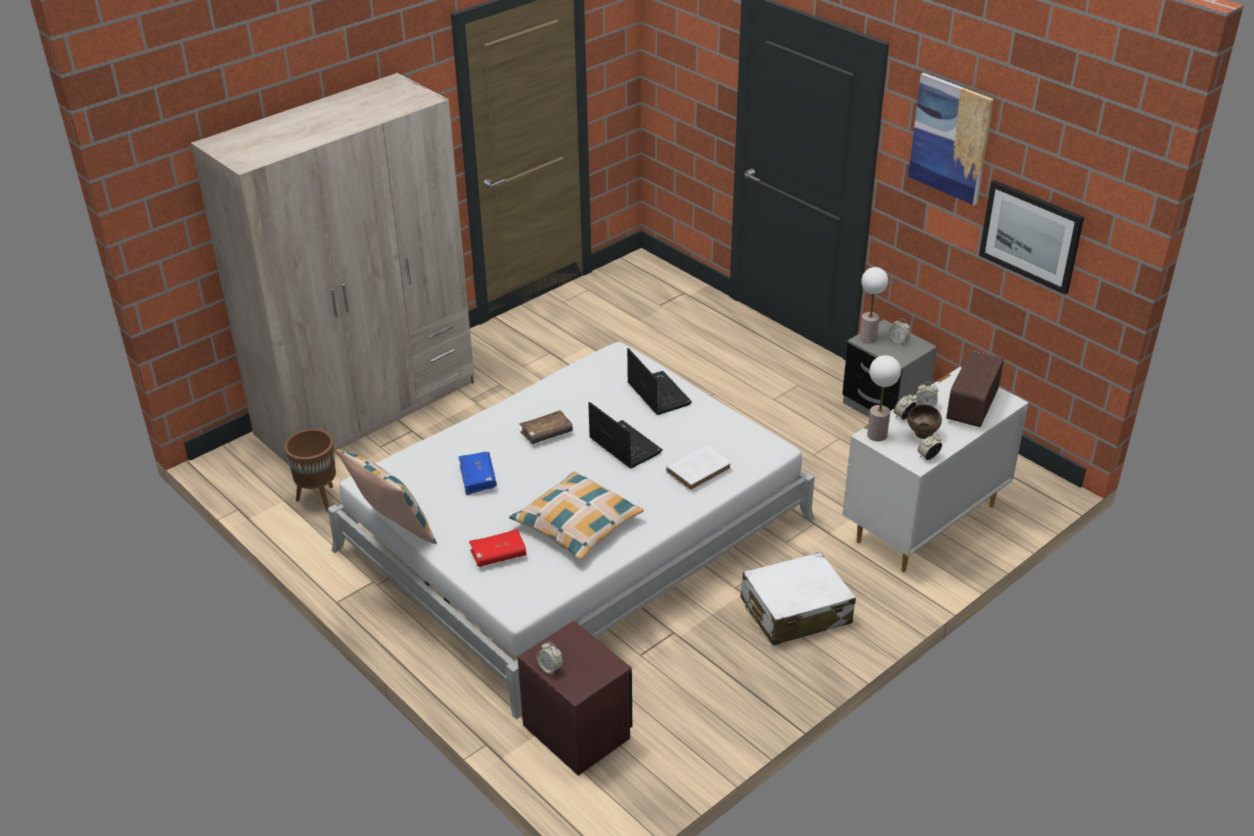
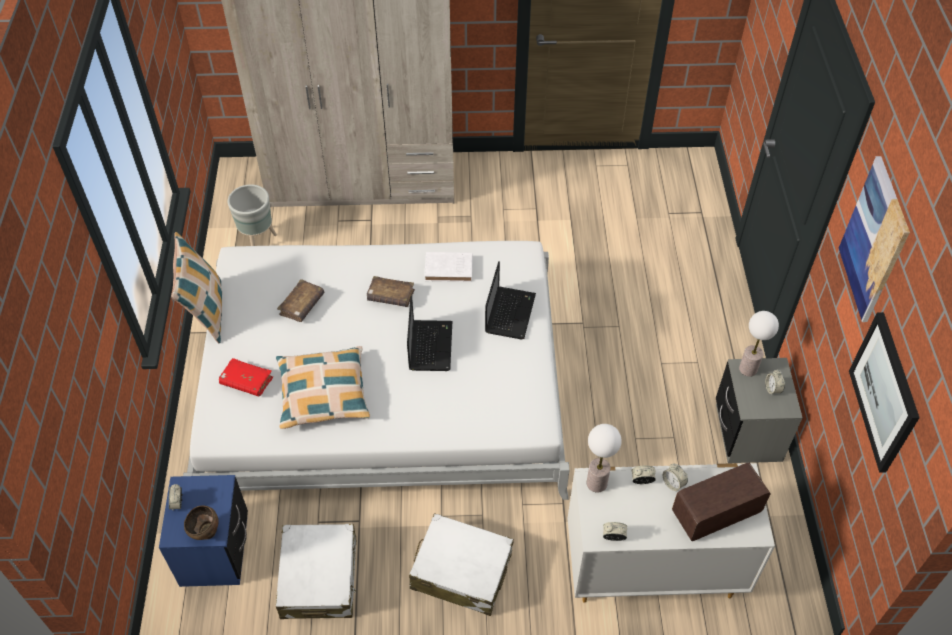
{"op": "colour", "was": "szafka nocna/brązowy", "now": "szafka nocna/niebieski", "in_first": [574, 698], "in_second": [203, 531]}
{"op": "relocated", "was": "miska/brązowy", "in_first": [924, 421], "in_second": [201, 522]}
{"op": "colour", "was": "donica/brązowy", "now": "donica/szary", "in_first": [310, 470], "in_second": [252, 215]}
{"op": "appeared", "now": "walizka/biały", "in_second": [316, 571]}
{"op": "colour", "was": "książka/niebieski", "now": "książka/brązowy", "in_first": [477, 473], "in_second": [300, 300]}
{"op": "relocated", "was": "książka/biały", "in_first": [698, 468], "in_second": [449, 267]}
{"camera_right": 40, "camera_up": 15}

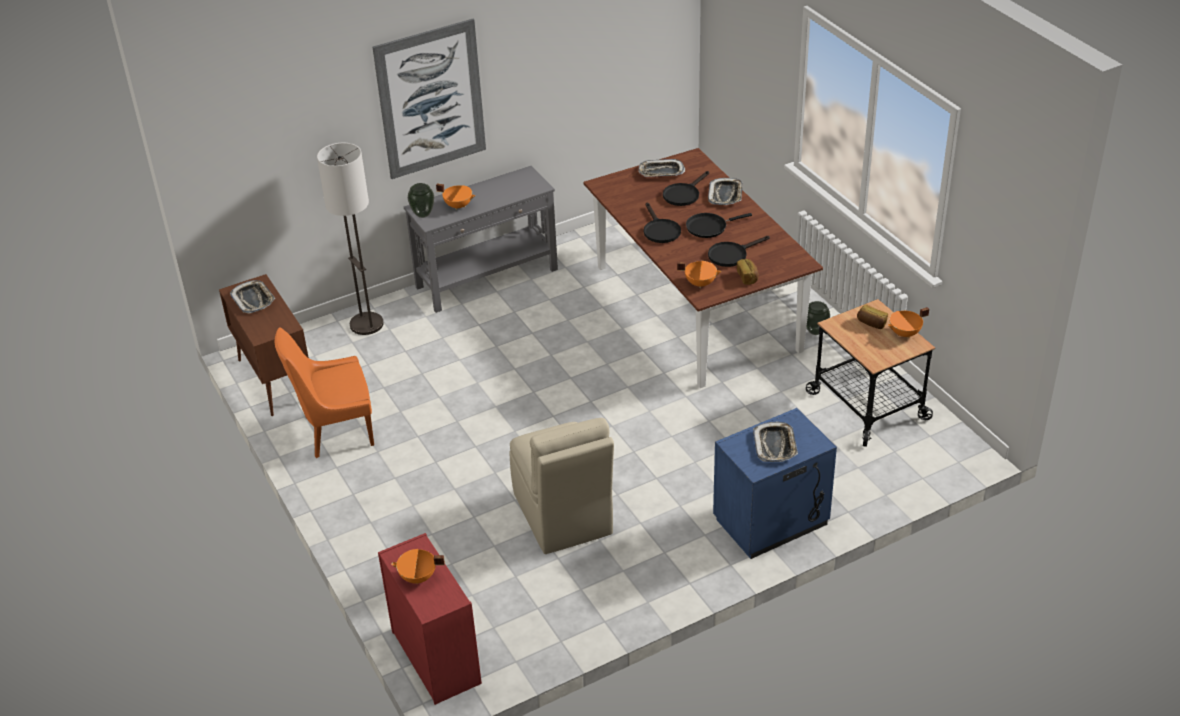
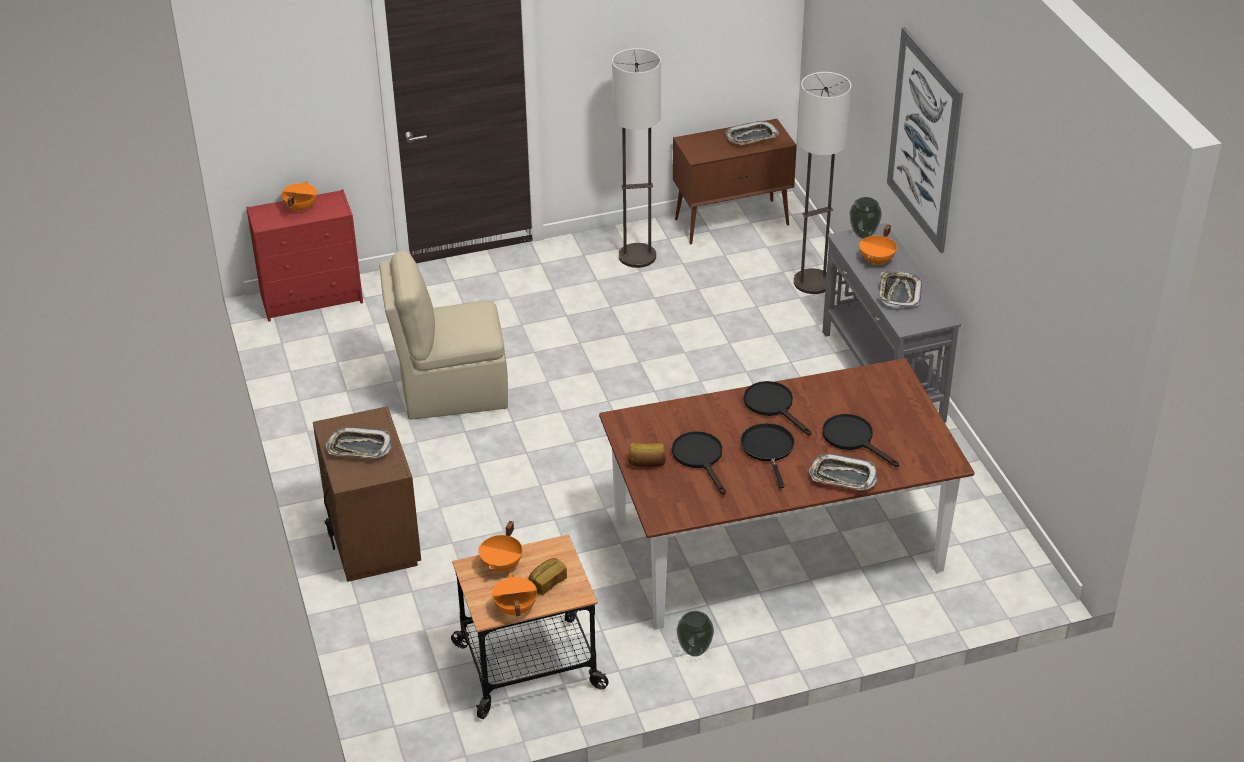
{"op": "colour", "was": "szafka nocna/niebieski", "now": "szafka nocna/brązowy", "in_first": [775, 483], "in_second": [367, 494]}
{"op": "relocated", "was": "garnek/pomarańczowy", "in_first": [699, 274], "in_second": [500, 547]}
{"op": "exchanged", "was": "krzesło/pomarańczowy", "now": "lampa stojąca", "in_first": [324, 392], "in_second": [636, 158]}
{"op": "spun", "was": "patelnia/czarny", "in_first": [662, 223], "in_second": [778, 408], "clockwise": 60}
{"op": "relocated", "was": "taca", "in_first": [661, 168], "in_second": [900, 289]}
{"camera_right": 100, "camera_up": 0}

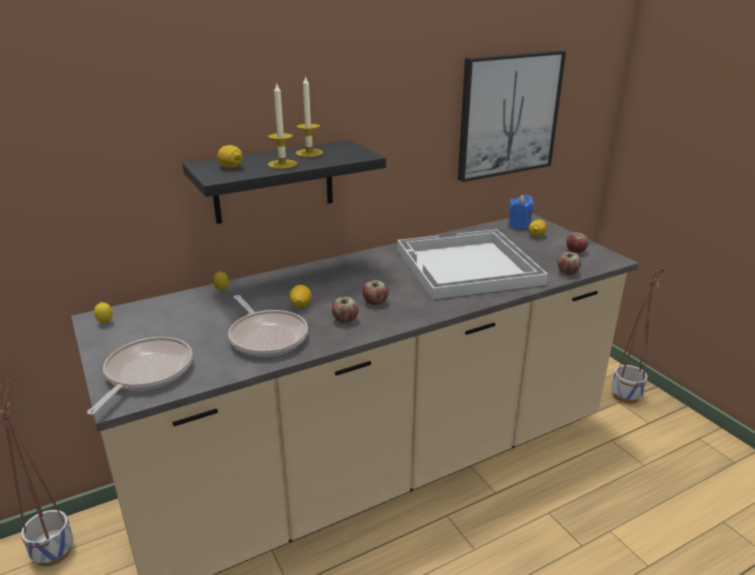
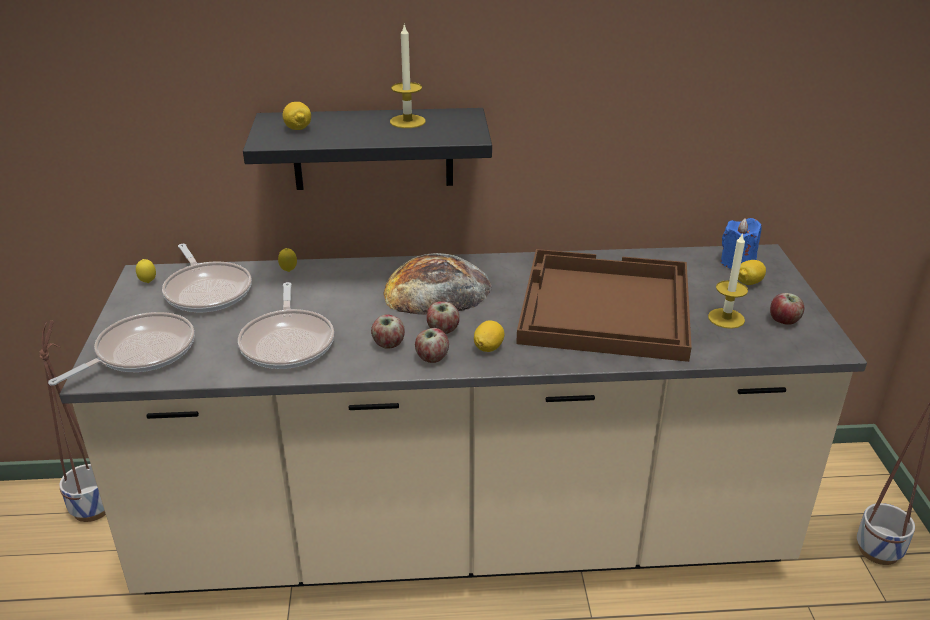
{"op": "appeared", "now": "patelnia", "in_second": [207, 278]}
{"op": "appeared", "now": "chleb", "in_second": [437, 284]}
{"op": "relocated", "was": "jabłko", "in_first": [569, 263], "in_second": [432, 345]}
{"op": "relocated", "was": "cytryna", "in_first": [300, 296], "in_second": [489, 336]}
{"op": "colour", "was": "taca/biały", "now": "taca/brązowy", "in_first": [472, 264], "in_second": [604, 305]}
{"op": "relocated", "was": "świeca", "in_first": [282, 126], "in_second": [728, 280]}
{"op": "missing", "was": "obraz", "in_first": [512, 116]}
{"camera_right": 25, "camera_up": 5}

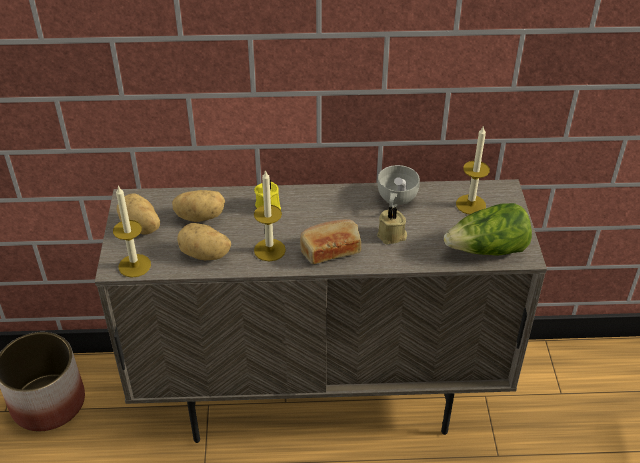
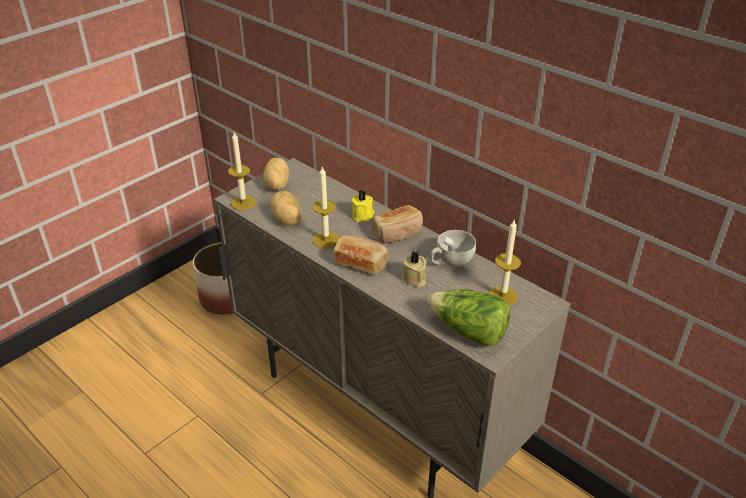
{"op": "appeared", "now": "chleb", "in_second": [397, 224]}
{"op": "missing", "was": "ziemniak", "in_first": [198, 206]}
{"camera_right": 45, "camera_up": -5}

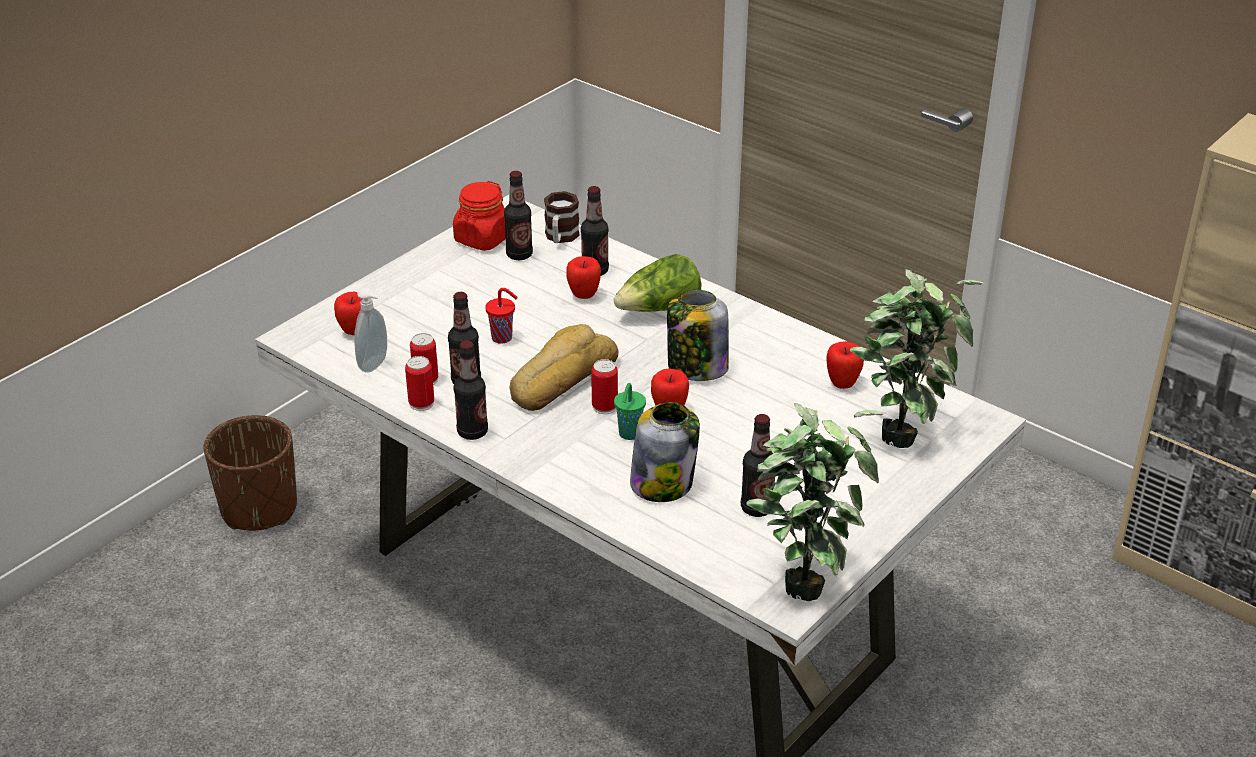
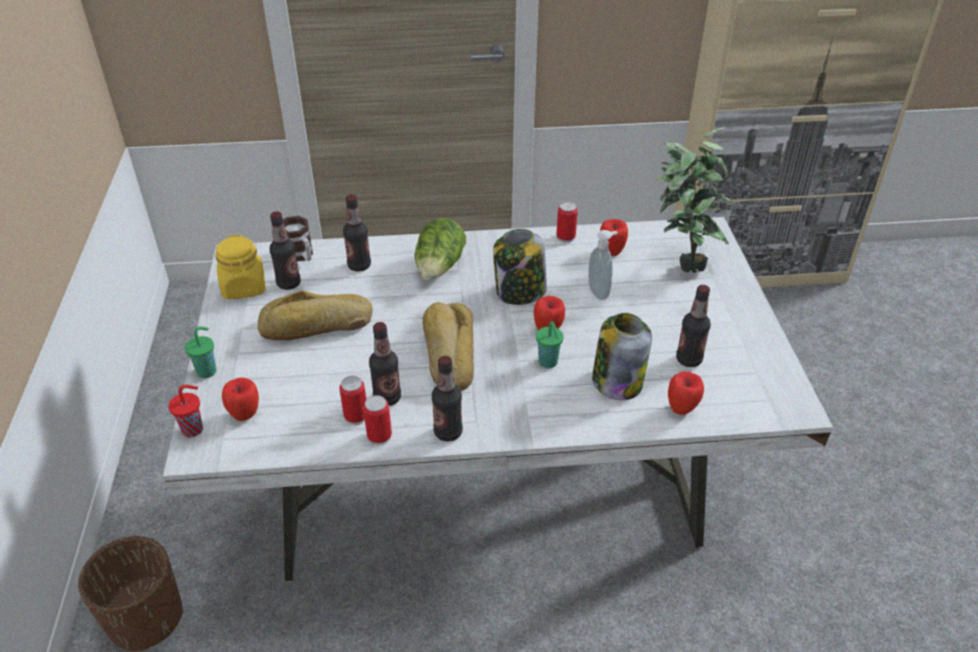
{"op": "relocated", "was": "filiżanka/czerwony", "in_first": [501, 316], "in_second": [185, 411]}
{"op": "appeared", "now": "filiżanka/zielony", "in_second": [200, 352]}
{"op": "colour", "was": "słoik/czerwony", "now": "słoik/żółty", "in_first": [479, 216], "in_second": [240, 266]}
{"op": "appeared", "now": "chleb", "in_second": [315, 315]}
{"op": "relocated", "was": "puszka", "in_first": [604, 386], "in_second": [567, 222]}
{"op": "relocated", "was": "dozownik mydła", "in_first": [370, 330], "in_second": [603, 265]}
{"op": "relocated", "was": "jabłko", "in_first": [584, 277], "in_second": [686, 393]}
{"op": "missing", "was": "roślina doniczkowa", "in_first": [816, 502]}
{"camera_right": -45, "camera_up": 5}

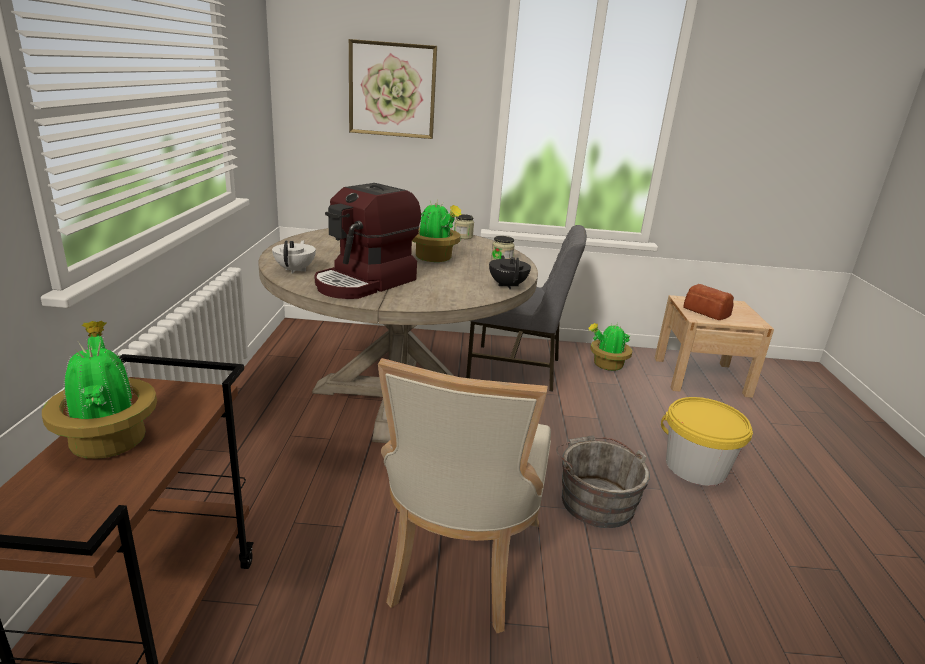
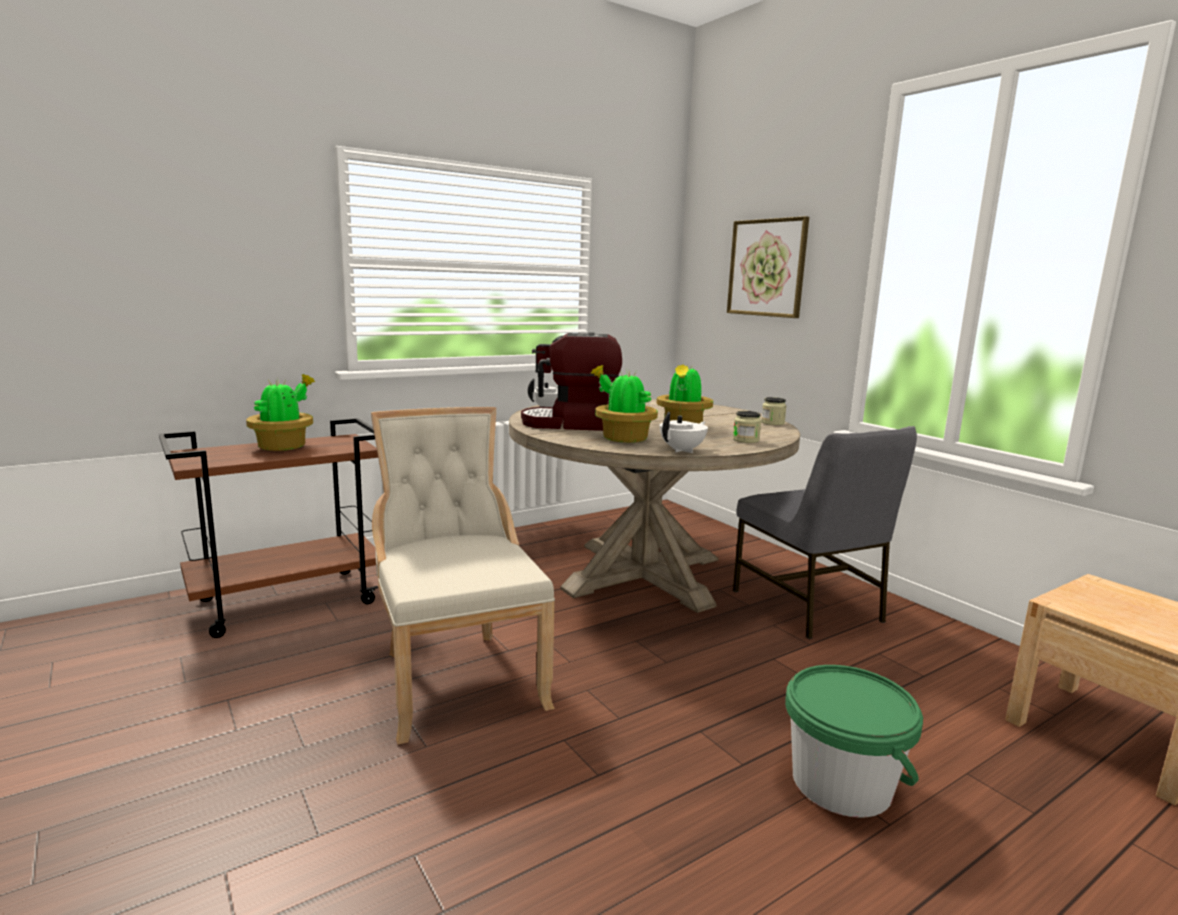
{"op": "spun", "was": "krzesło/beżowy", "in_first": [464, 495], "in_second": [463, 576], "clockwise": 90}
{"op": "relocated", "was": "roślina doniczkowa", "in_first": [610, 347], "in_second": [624, 404]}
{"op": "colour", "was": "imbryk/czarny", "now": "imbryk/biały", "in_first": [510, 272], "in_second": [684, 432]}
{"op": "colour", "was": "wiadro/żółty", "now": "wiadro/zielony", "in_first": [707, 441], "in_second": [854, 741]}
{"op": "missing", "was": "wiadro/szary", "in_first": [603, 482]}
{"op": "missing", "was": "chleb", "in_first": [708, 302]}
{"camera_right": 55, "camera_up": -10}

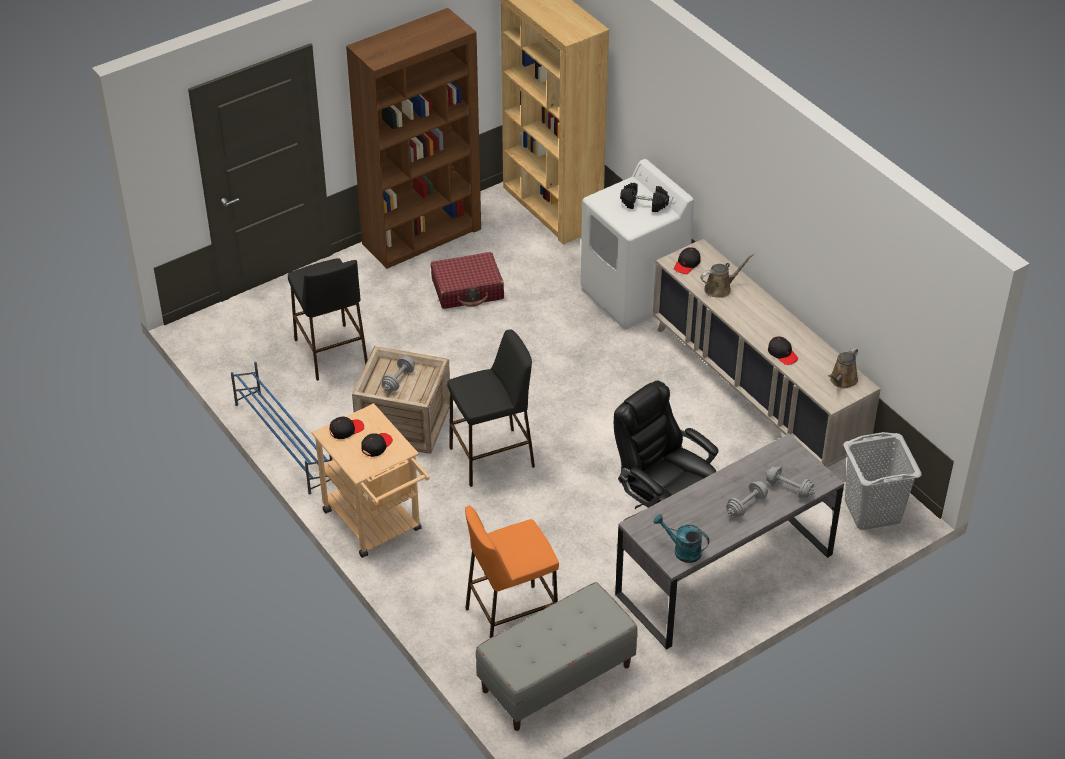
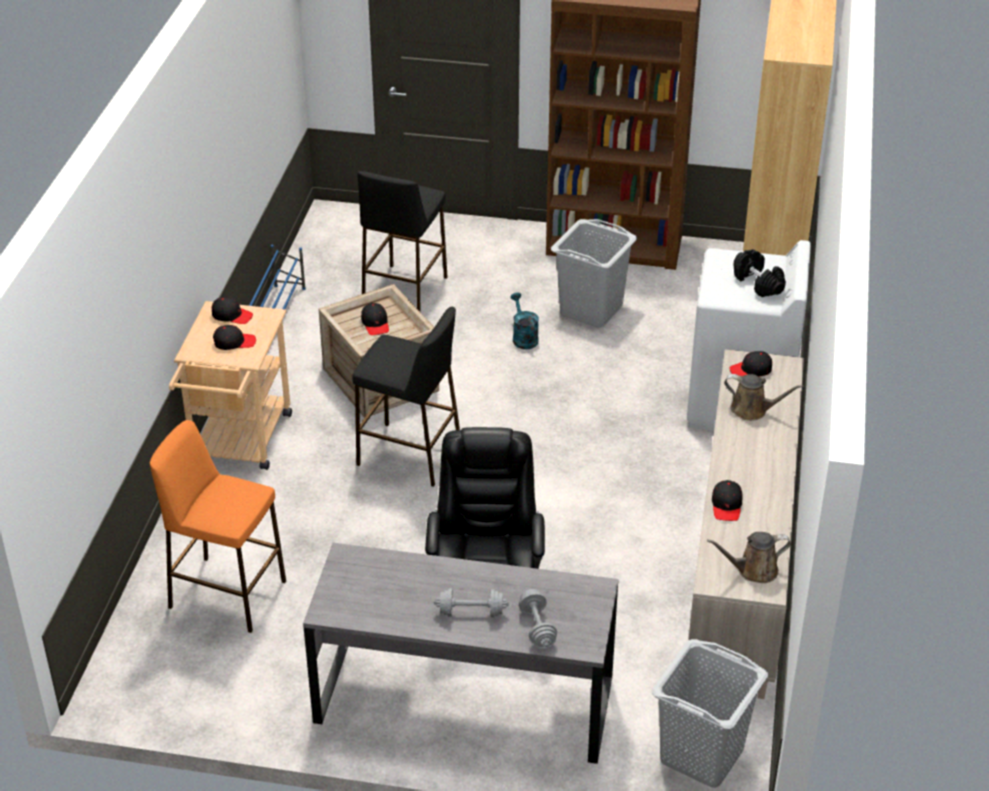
{"op": "exchanged", "was": "hantel/szary", "now": "czapka z daszkiem/czarny", "in_first": [398, 374], "in_second": [375, 319]}
{"op": "relocated", "was": "konewka/turkusowy", "in_first": [682, 538], "in_second": [524, 321]}
{"op": "exchanged", "was": "walizka/czerwony", "now": "kosz na pranie/szary", "in_first": [467, 280], "in_second": [594, 273]}
{"op": "missing", "was": "ławka/szary", "in_first": [557, 656]}
{"camera_right": 45, "camera_up": -5}

